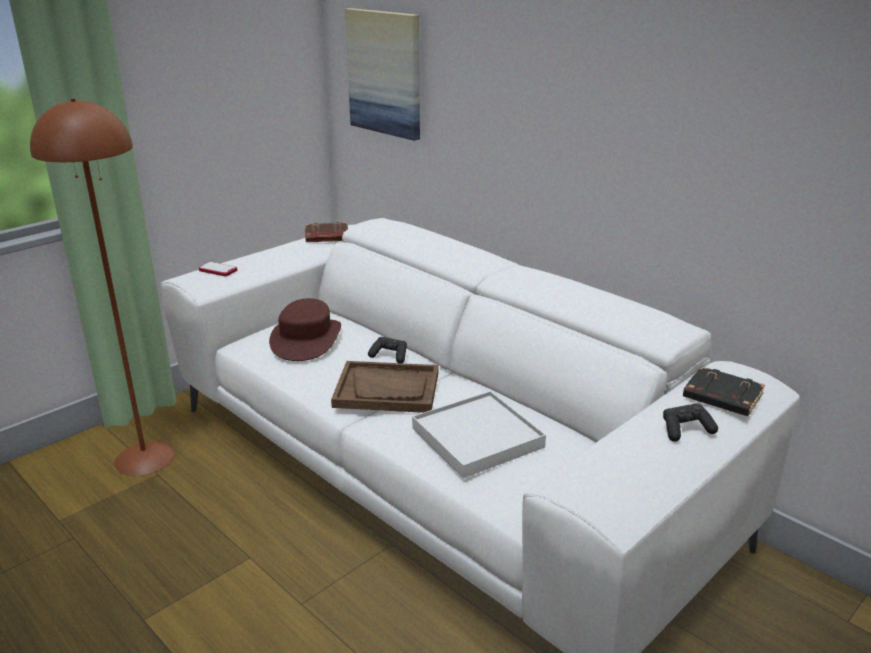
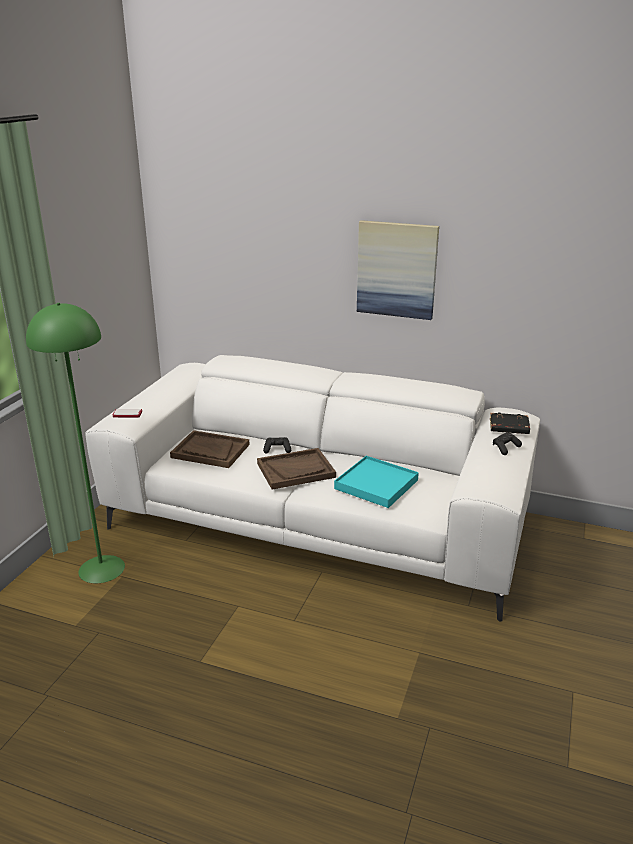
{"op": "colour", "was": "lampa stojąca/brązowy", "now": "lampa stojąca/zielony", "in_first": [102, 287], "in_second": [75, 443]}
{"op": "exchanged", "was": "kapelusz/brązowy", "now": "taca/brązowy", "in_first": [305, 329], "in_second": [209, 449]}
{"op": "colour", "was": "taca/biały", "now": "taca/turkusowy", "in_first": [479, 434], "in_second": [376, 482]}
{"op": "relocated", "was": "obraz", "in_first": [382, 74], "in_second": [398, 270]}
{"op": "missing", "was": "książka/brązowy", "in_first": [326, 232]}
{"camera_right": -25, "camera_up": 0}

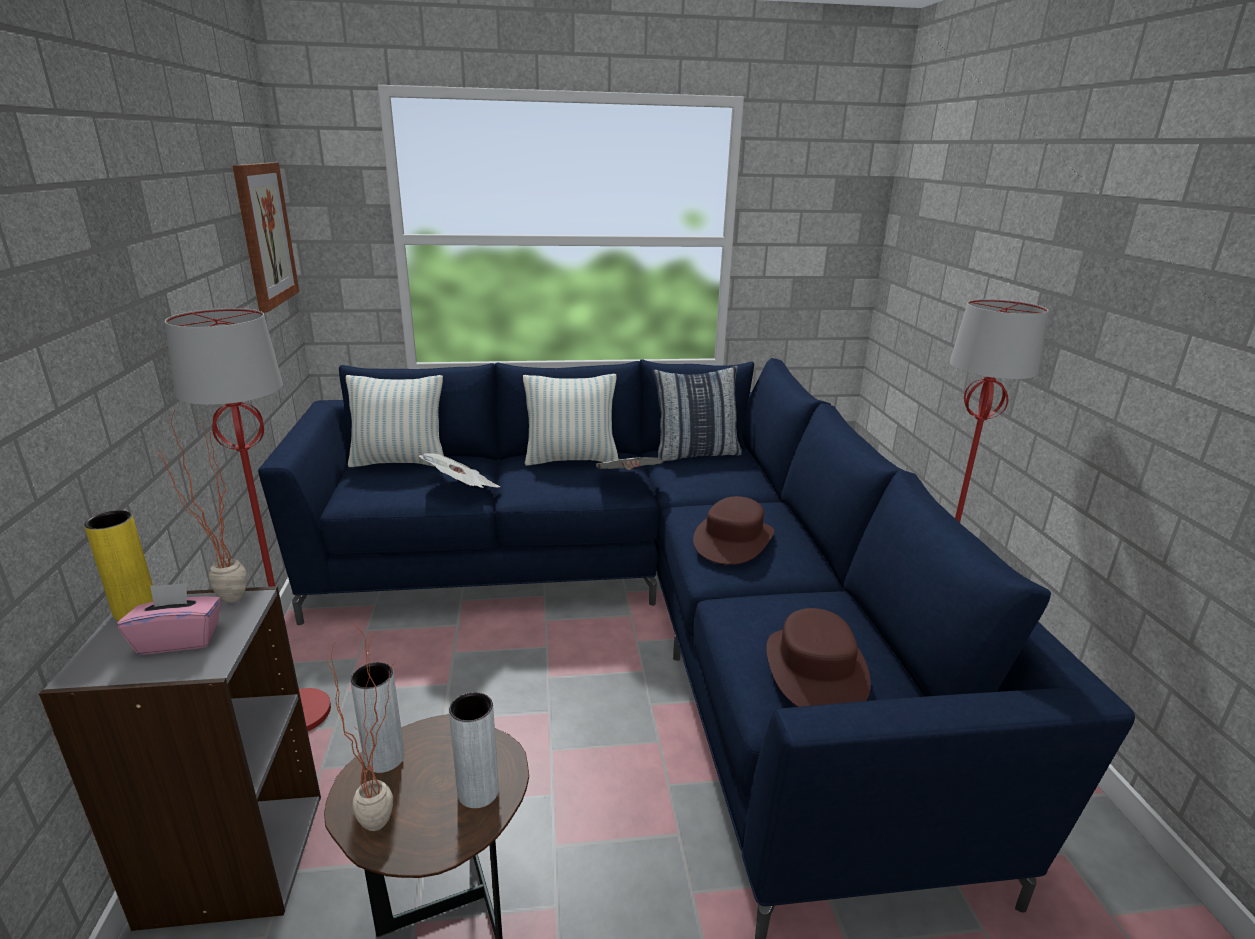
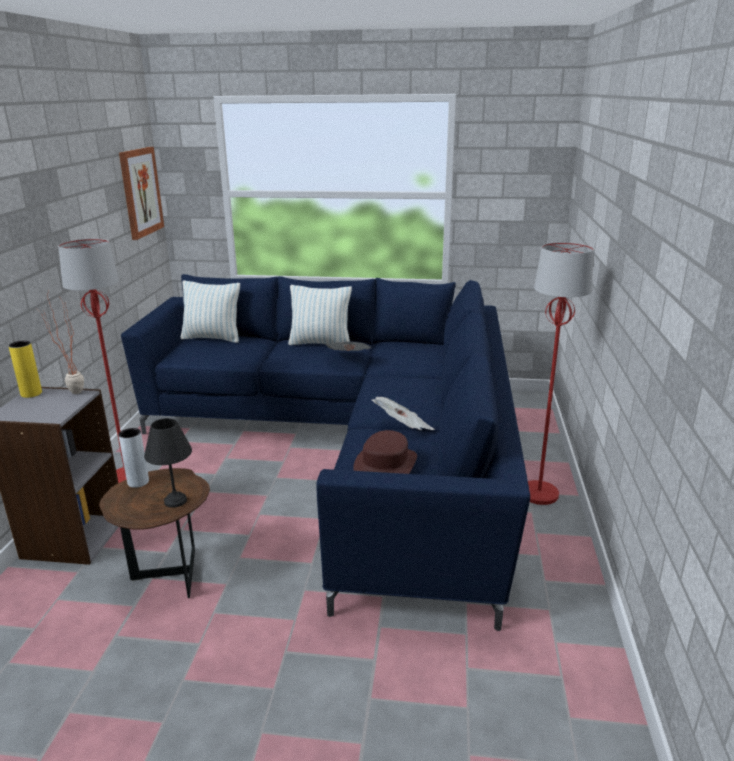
{"op": "exchanged", "was": "wazon/szary", "now": "lampa stołowa/czarny", "in_first": [474, 750], "in_second": [168, 463]}
{"op": "relocated", "was": "gazeta", "in_first": [460, 470], "in_second": [403, 413]}
{"op": "missing", "was": "pudełko chusteczek/różowy", "in_first": [169, 619]}
{"op": "missing", "was": "roślina doniczkowa", "in_first": [360, 726]}
{"op": "missing", "was": "poduszka", "in_first": [697, 413]}
{"op": "missing", "was": "kapelusz/brązowy", "in_first": [733, 530]}
{"camera_right": 15, "camera_up": 0}

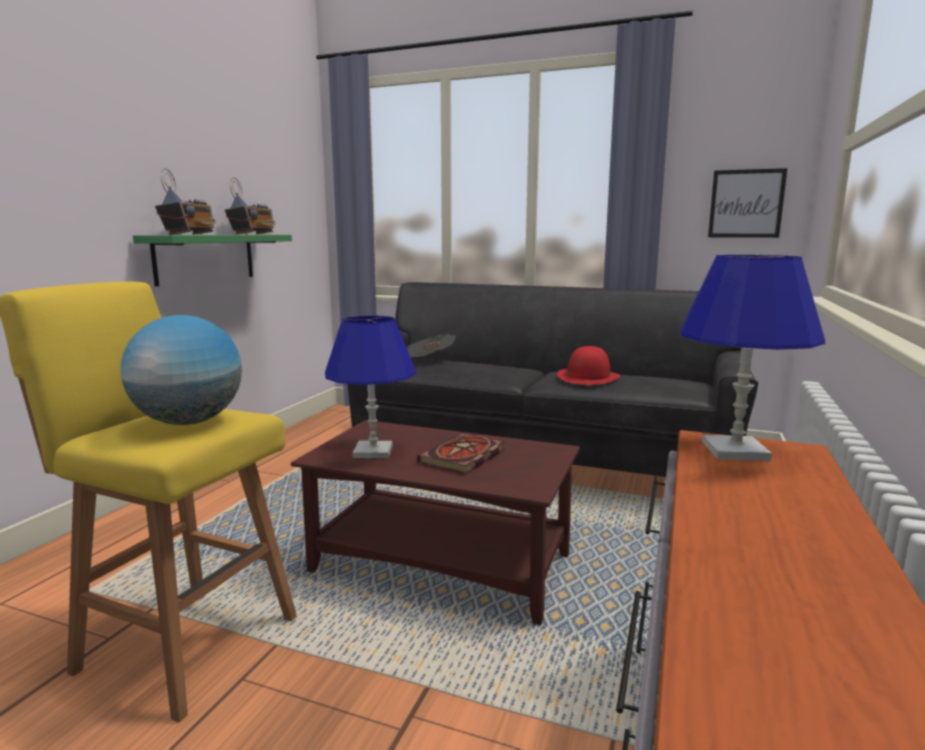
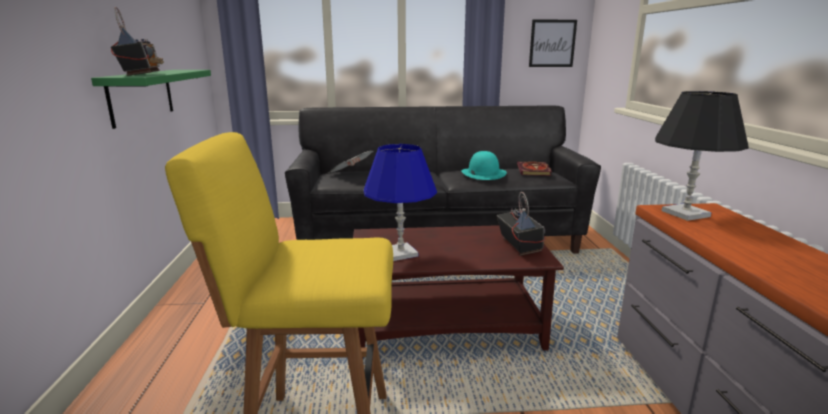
{"op": "colour", "was": "kapelusz/czerwony", "now": "kapelusz/turkusowy", "in_first": [588, 365], "in_second": [484, 165]}
{"op": "relocated", "was": "radio", "in_first": [250, 205], "in_second": [521, 224]}
{"op": "relocated", "was": "książka", "in_first": [461, 453], "in_second": [534, 168]}
{"op": "colour", "was": "lampa stołowa/niebieski", "now": "lampa stołowa/czarny", "in_first": [752, 358], "in_second": [702, 156]}
{"op": "missing", "was": "globus", "in_first": [181, 370]}
{"camera_right": -25, "camera_up": 5}

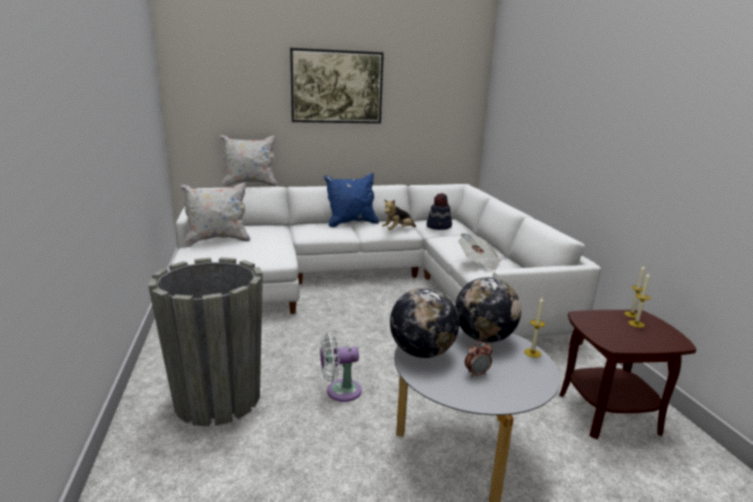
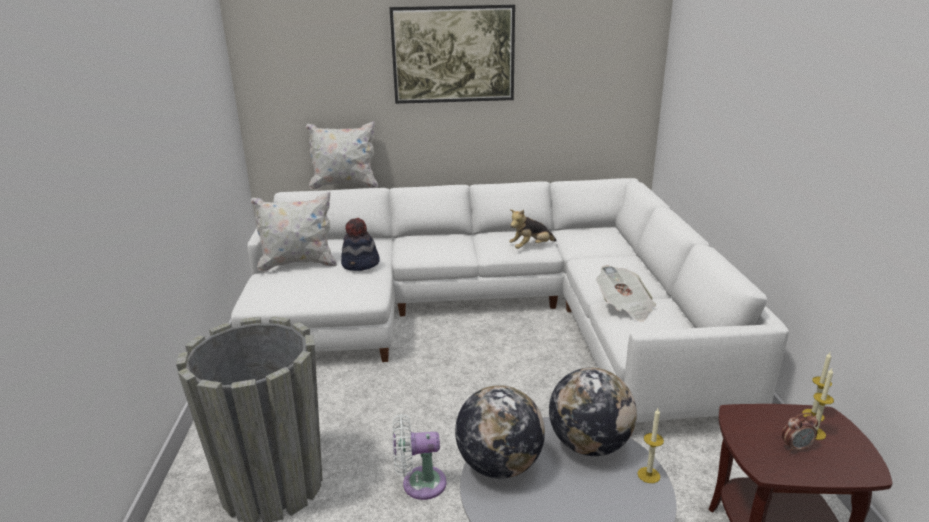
{"op": "relocated", "was": "kapelusz", "in_first": [439, 211], "in_second": [360, 244]}
{"op": "relocated", "was": "budzik", "in_first": [478, 359], "in_second": [800, 432]}
{"op": "missing", "was": "poduszka/niebieski", "in_first": [351, 200]}
{"camera_right": 10, "camera_up": 5}

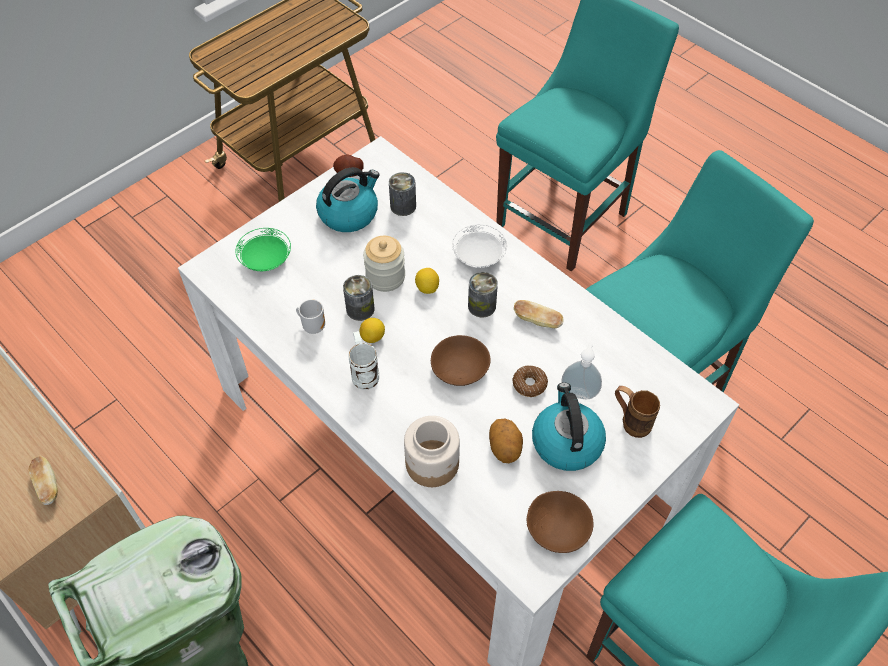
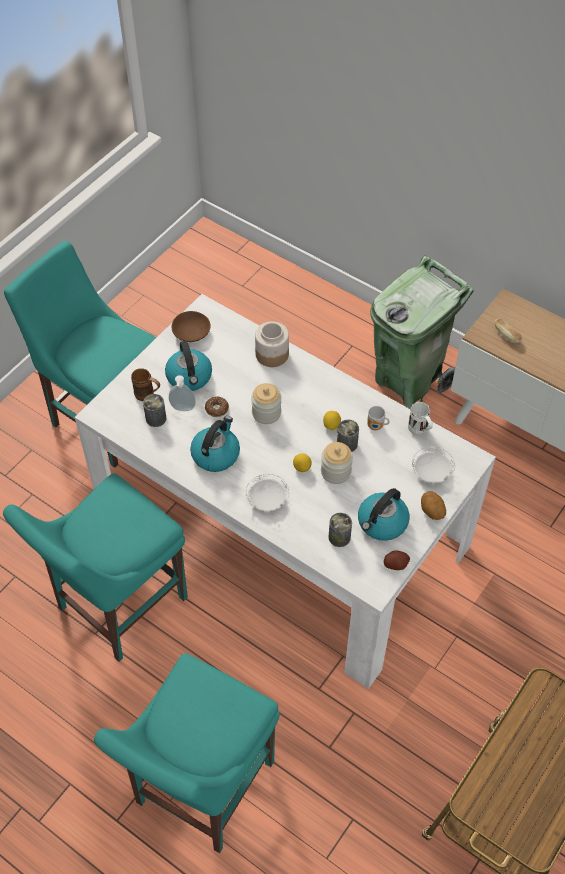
{"op": "relocated", "was": "puszka", "in_first": [483, 295], "in_second": [154, 410]}
{"op": "exchanged", "was": "chleb", "now": "czajnik", "in_first": [539, 314], "in_second": [215, 444]}
{"op": "exchanged", "was": "miska/brązowy", "now": "słoik", "in_first": [461, 360], "in_second": [266, 403]}
{"op": "relocated", "was": "kubek/biały", "in_first": [363, 360], "in_second": [420, 418]}
{"op": "colour", "was": "talerz/zielony", "now": "talerz/biały", "in_first": [263, 249], "in_second": [433, 465]}
{"op": "relocated", "was": "ziemniak", "in_first": [506, 441], "in_second": [433, 506]}
{"camera_right": 170, "camera_up": 0}

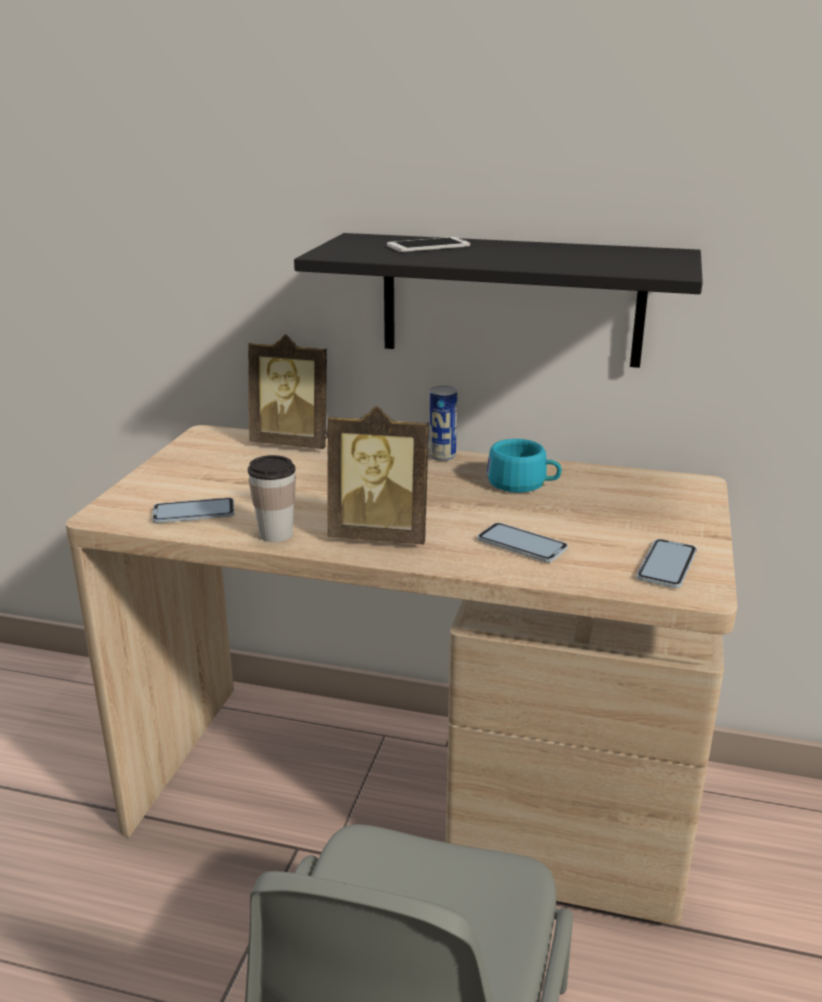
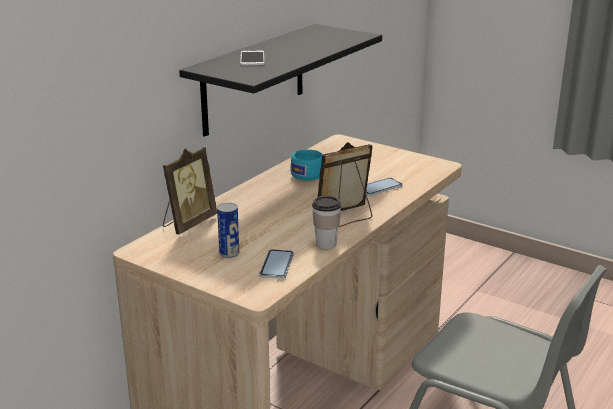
{"op": "relocated", "was": "puszka", "in_first": [443, 423], "in_second": [228, 230]}
{"op": "spun", "was": "ramka na zdjęcie", "in_first": [378, 475], "in_second": [345, 184], "clockwise": -150}
{"op": "missing", "was": "telefon", "in_first": [667, 563]}
{"camera_right": -70, "camera_up": 0}

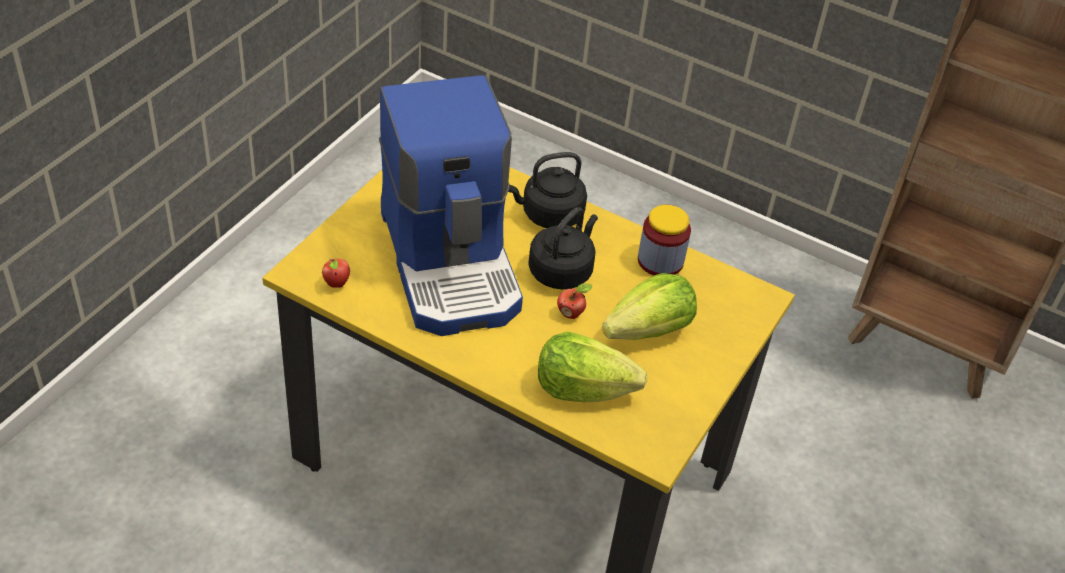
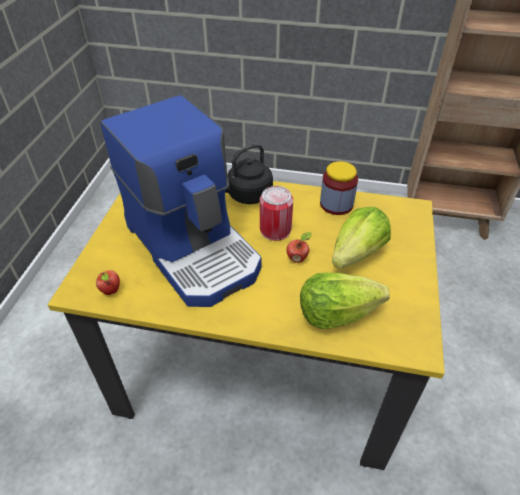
{"op": "exchanged", "was": "czajnik/czarny", "now": "puszka", "in_first": [563, 248], "in_second": [276, 213]}
{"camera_right": -15, "camera_up": 0}

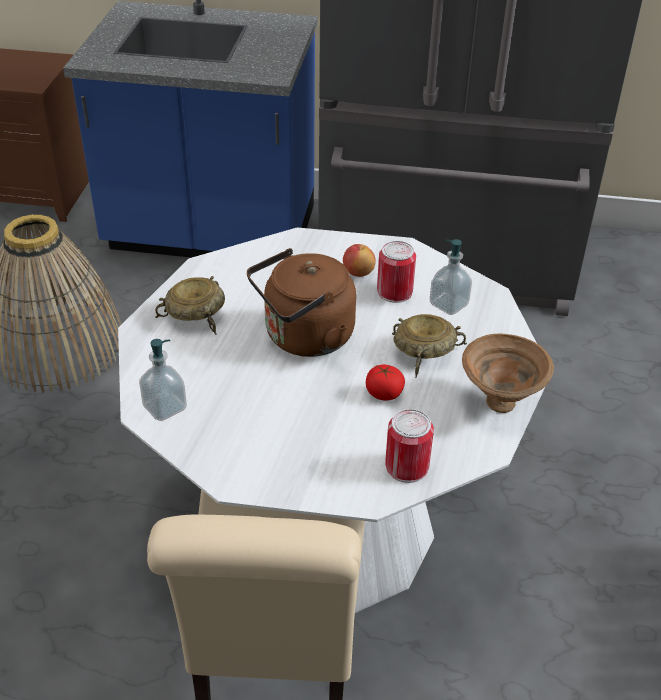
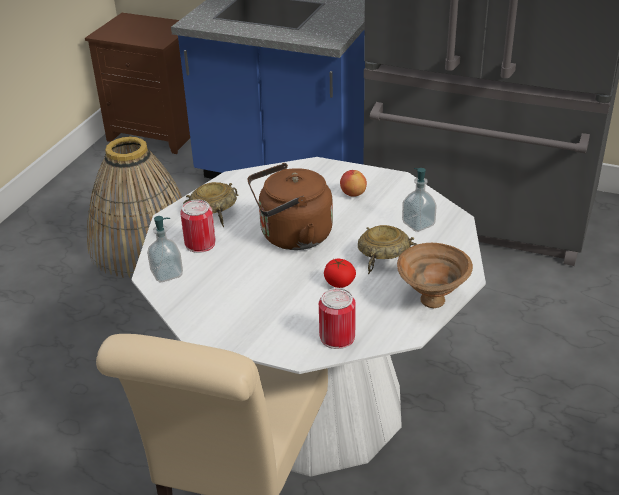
{"op": "relocated", "was": "puszka", "in_first": [396, 272], "in_second": [198, 226]}
{"camera_right": 15, "camera_up": -5}

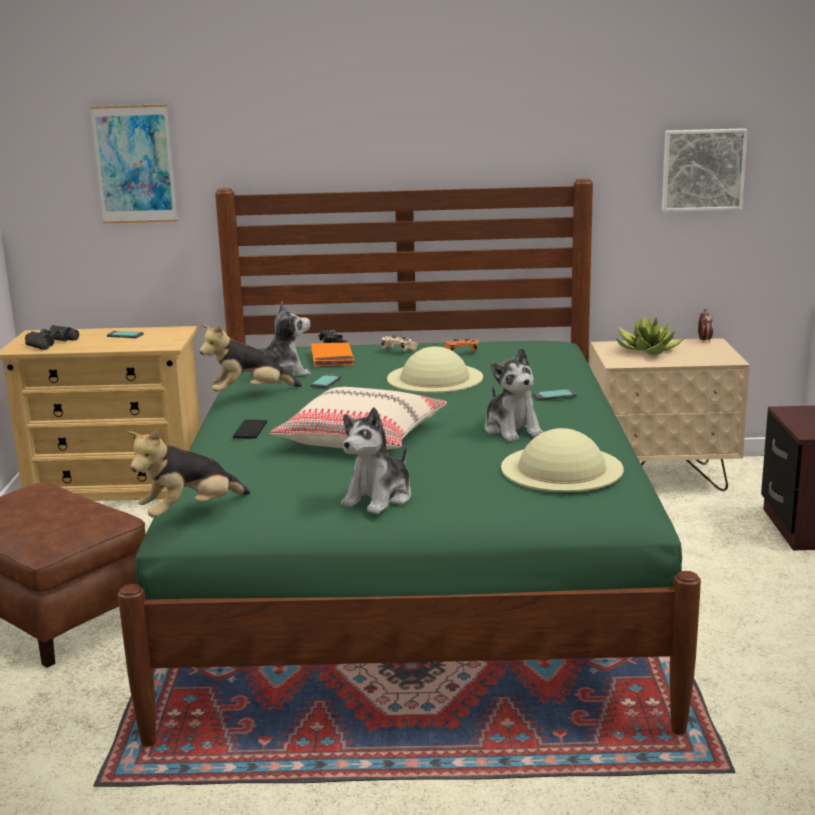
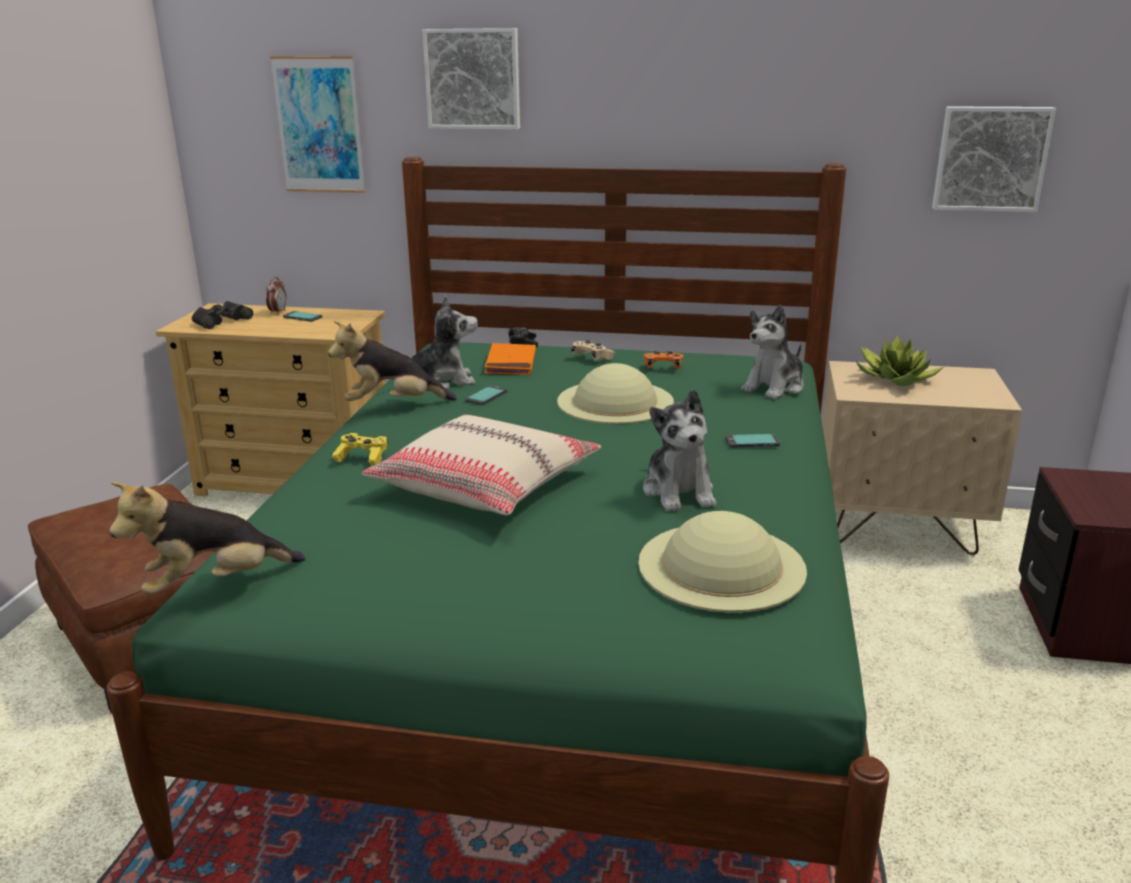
{"op": "relocated", "was": "budzik", "in_first": [705, 326], "in_second": [276, 296]}
{"op": "exchanged", "was": "telefon", "now": "pad do gier/żółty", "in_first": [250, 429], "in_second": [360, 449]}
{"op": "appeared", "now": "obraz", "in_second": [471, 78]}
{"op": "relocated", "was": "pluszak", "in_first": [376, 460], "in_second": [772, 352]}
{"camera_right": 10, "camera_up": 5}

